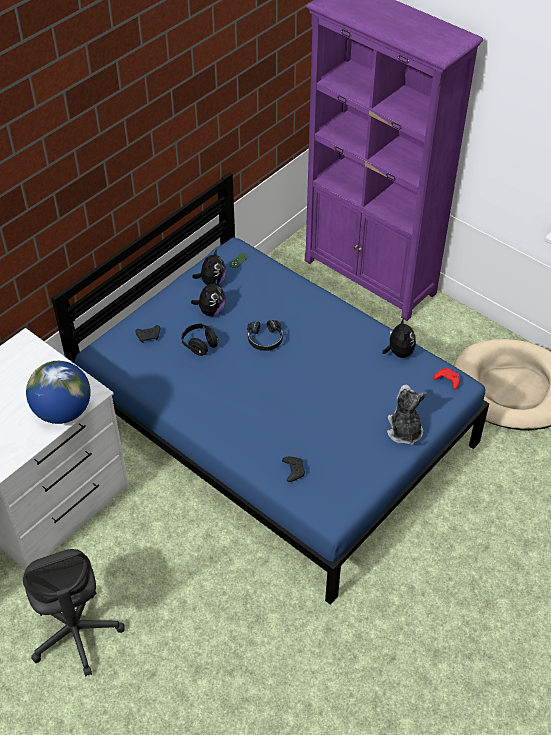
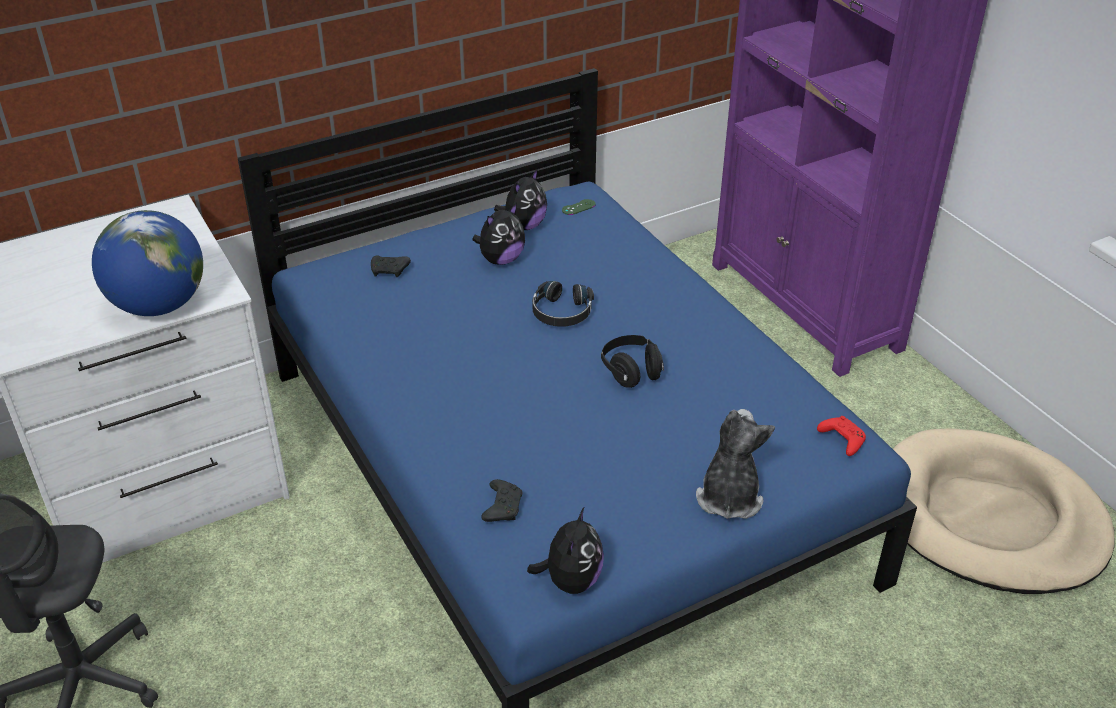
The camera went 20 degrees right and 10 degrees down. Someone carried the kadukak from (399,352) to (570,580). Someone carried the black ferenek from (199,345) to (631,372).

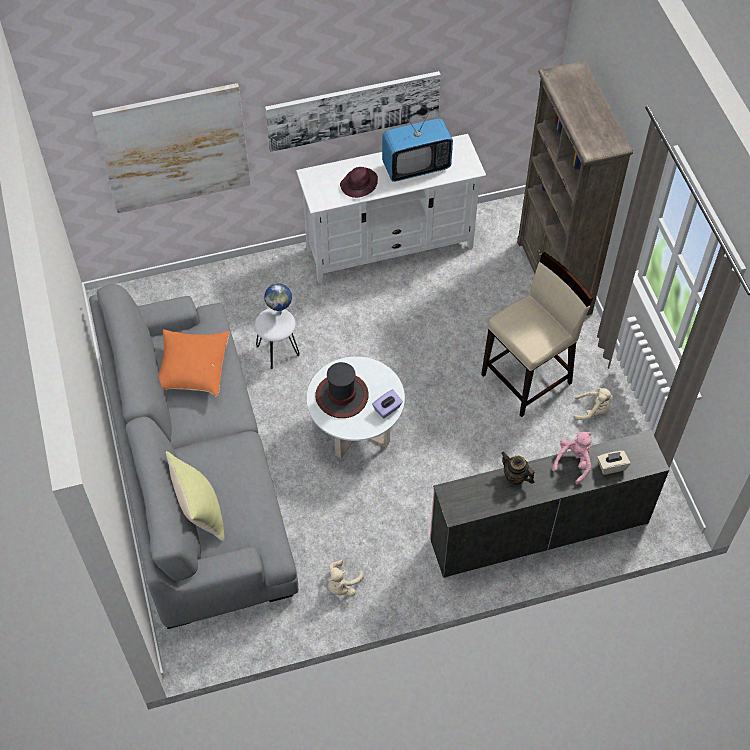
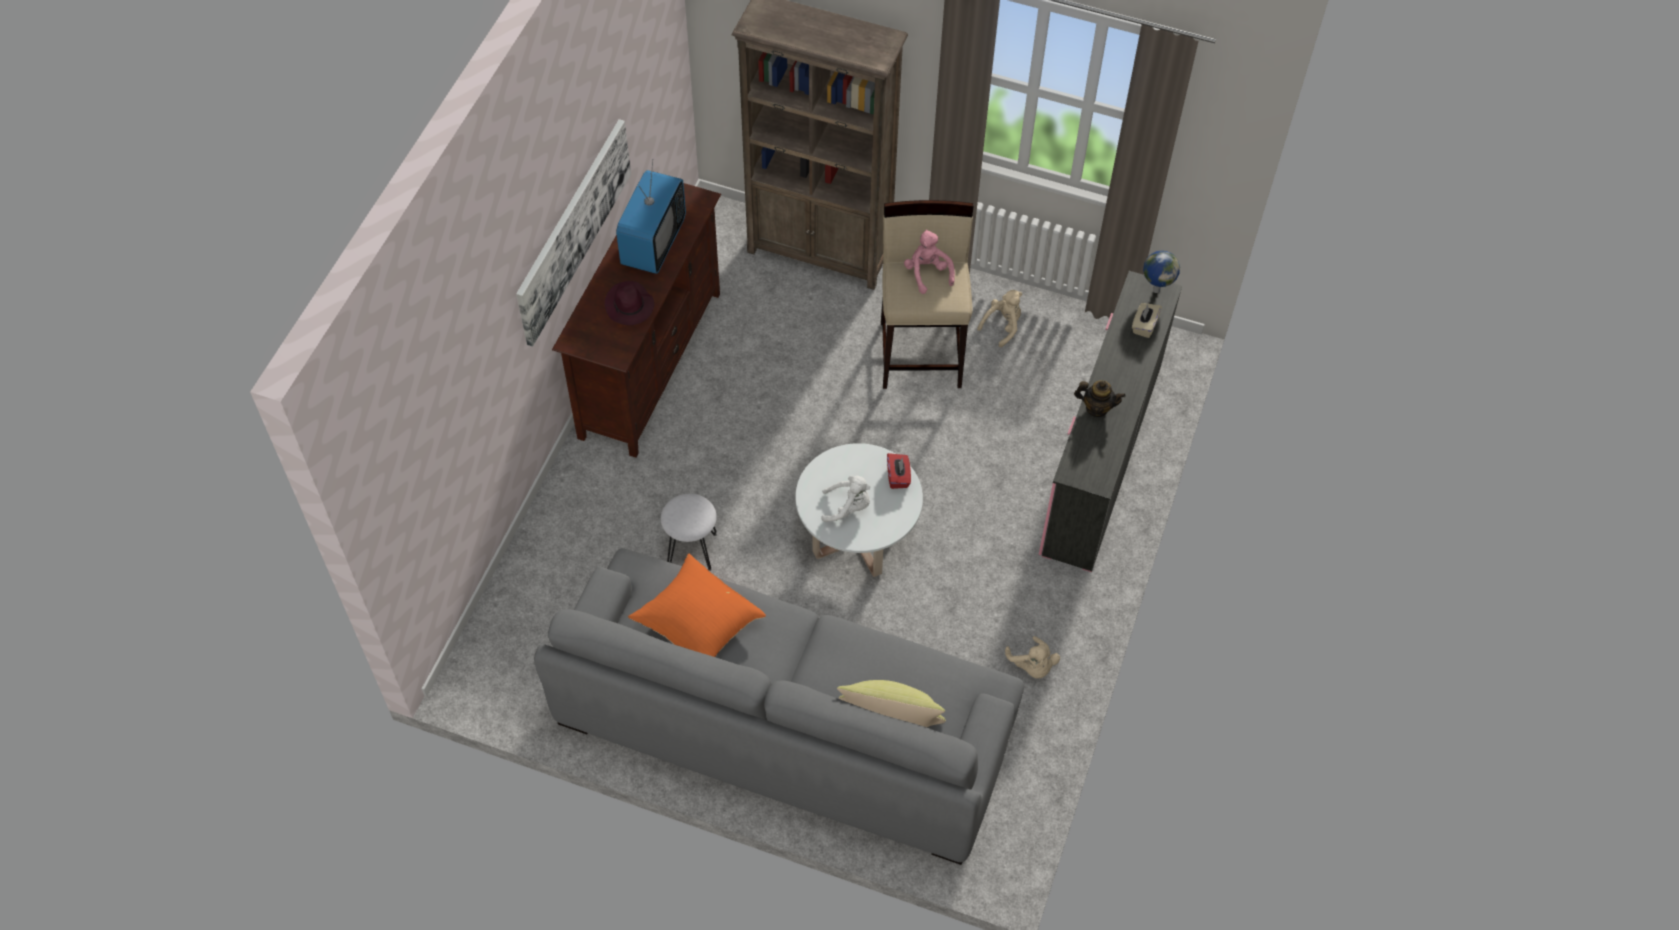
The camera went 55 degrees left and 0 degrees up. Someone took away the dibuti at (174,148). Someone repainted the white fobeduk at (390,247), which became the brown fobeduk at (649,363). Someone carried the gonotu from (280,312) to (1155,290). Someone swapped the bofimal at (342,396) for the white kadukak at (848,507). Someone repainted the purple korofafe at (387,409), which became the red korofafe at (898,477). Someone carried the pink kadukak from (573,462) to (927,273). Someone rotated the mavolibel at (515,477) by 150 degrees counterclockwise.

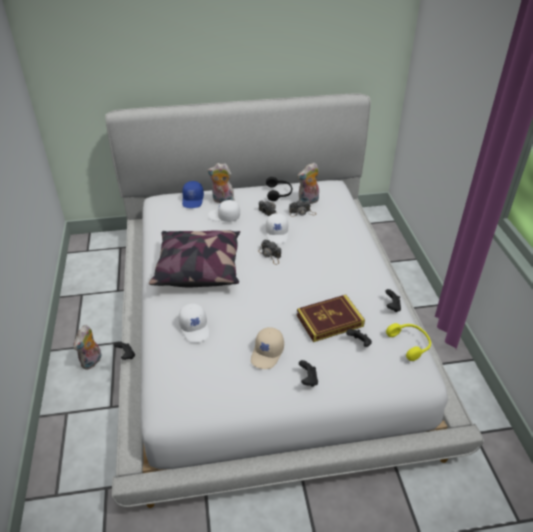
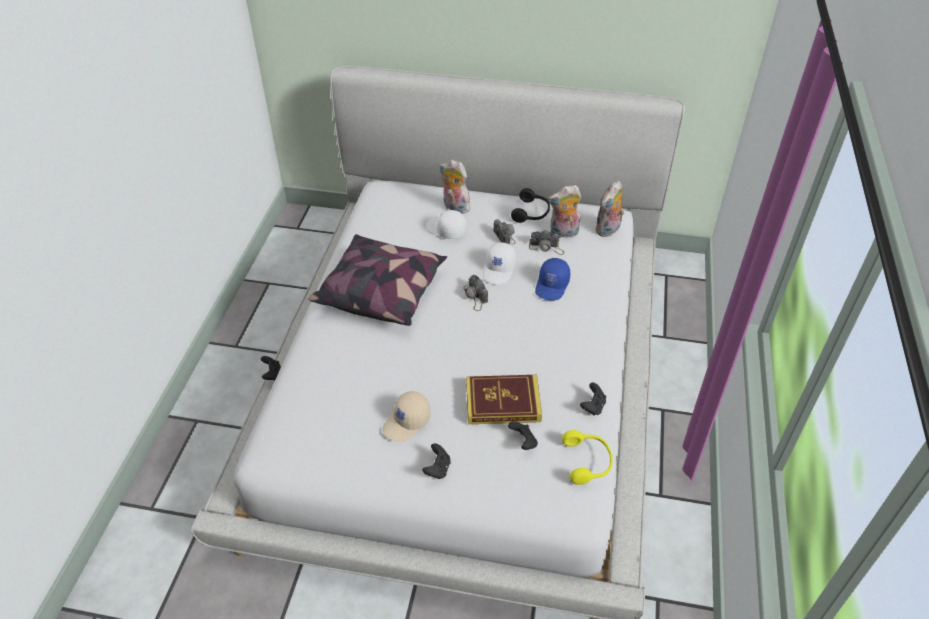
The camera went 20 degrees right and 5 degrees up. Someone carried the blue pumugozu from (193,200) to (552,286). Someone took away the white pumugozu at (195,328). Someone carried the kadukak from (92,362) to (608,230).

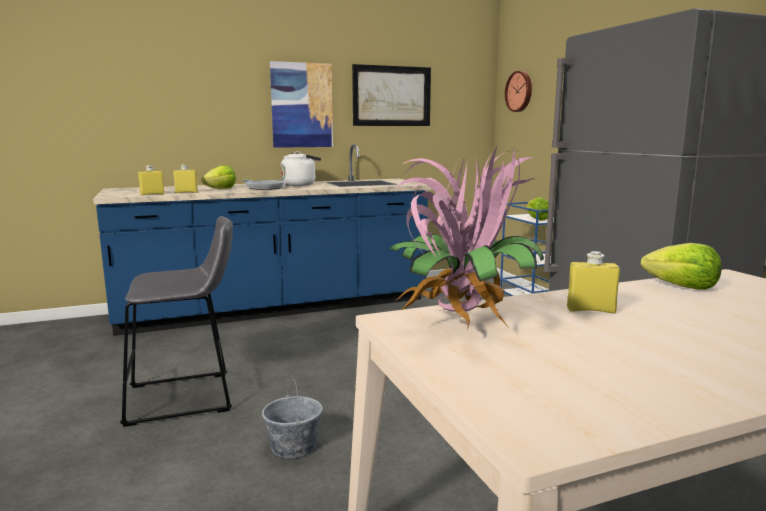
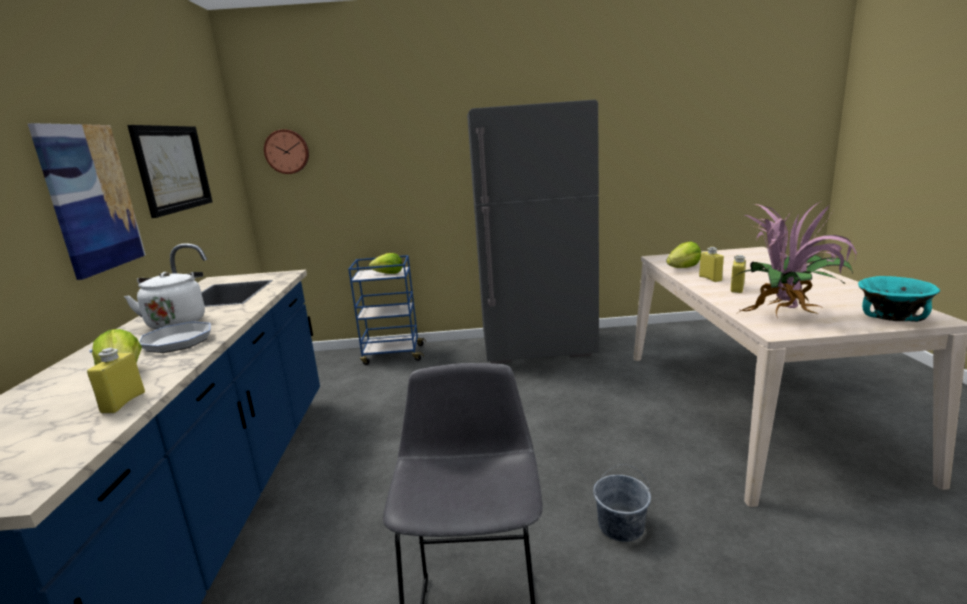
The camera went 70 degrees left and 5 degrees up. Someone carried the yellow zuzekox from (152,194) to (710,278). Someone put down the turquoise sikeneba at (891,317).

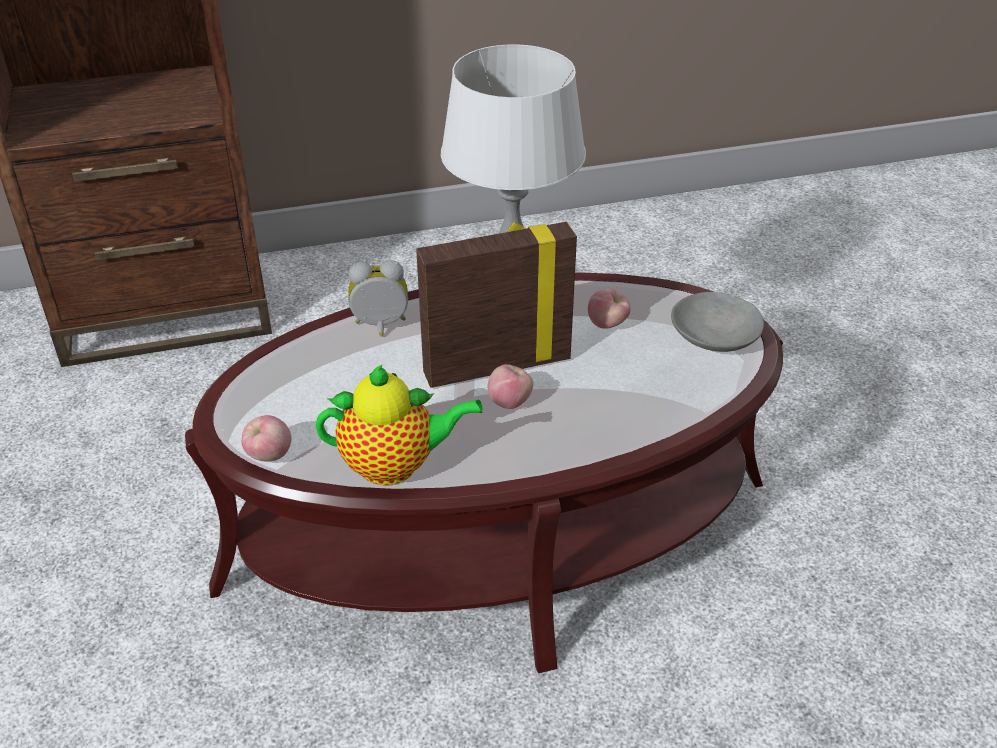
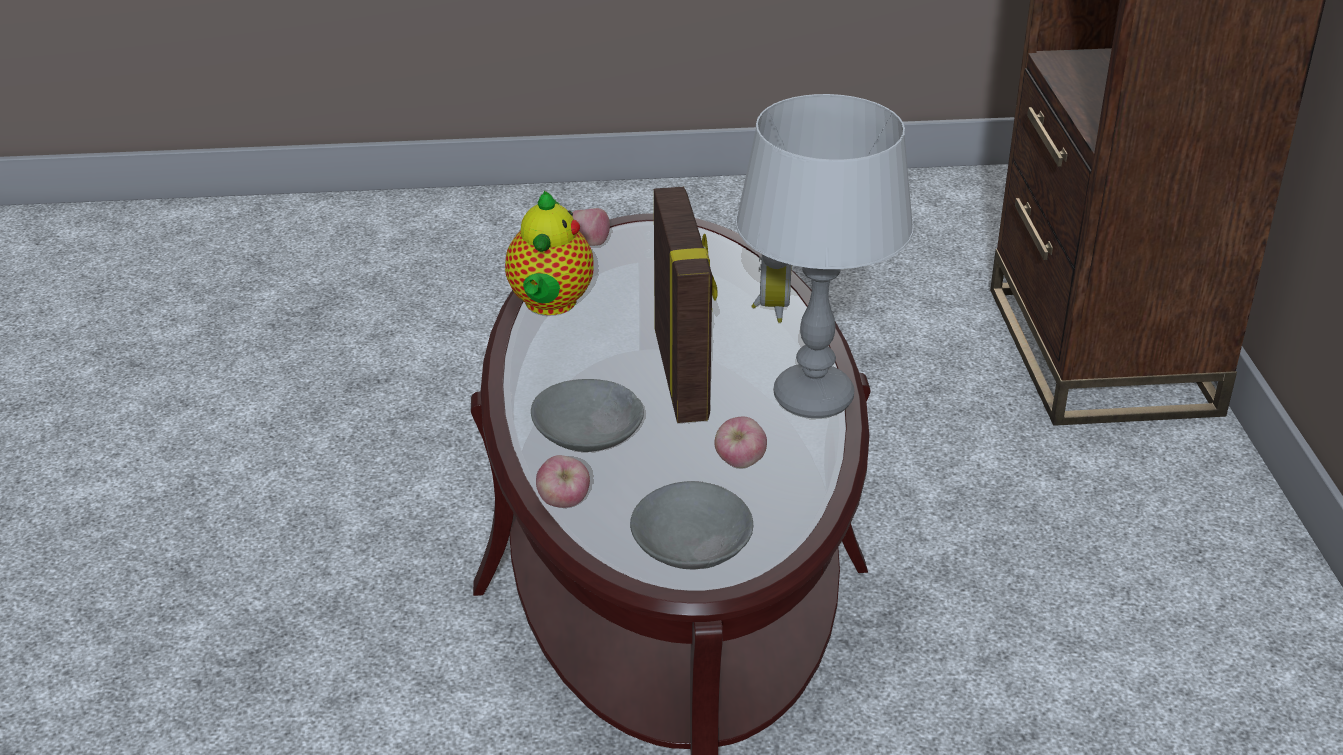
The camera went 100 degrees right and 5 degrees down. Someone carried the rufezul from (510,402) to (564,503). Someone put down the grey sikeneba at (589,434).

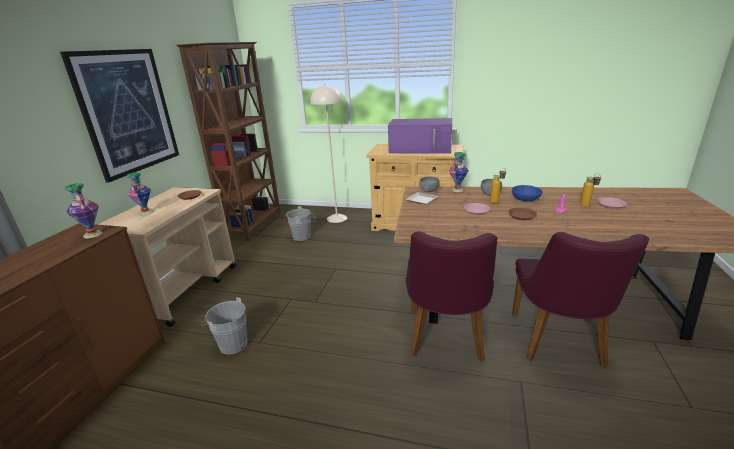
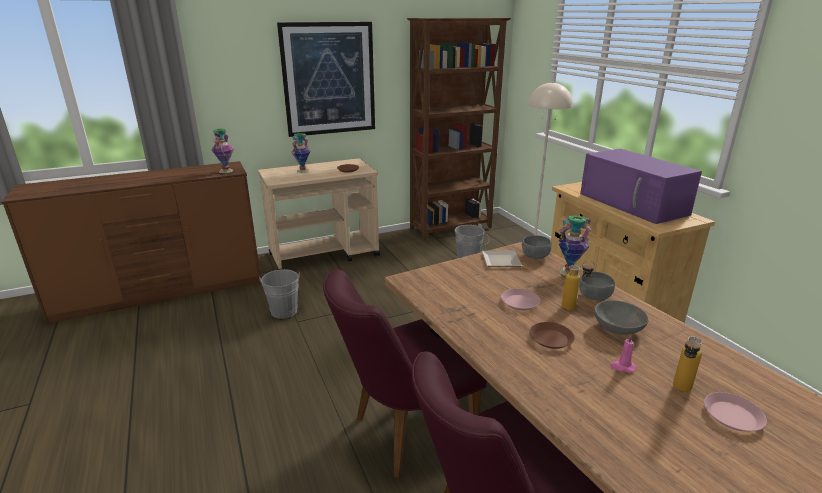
The camera went 50 degrees right and 0 degrees up. Someone repainted the blue sikeneba at (526,199), which became the grey sikeneba at (617,329).

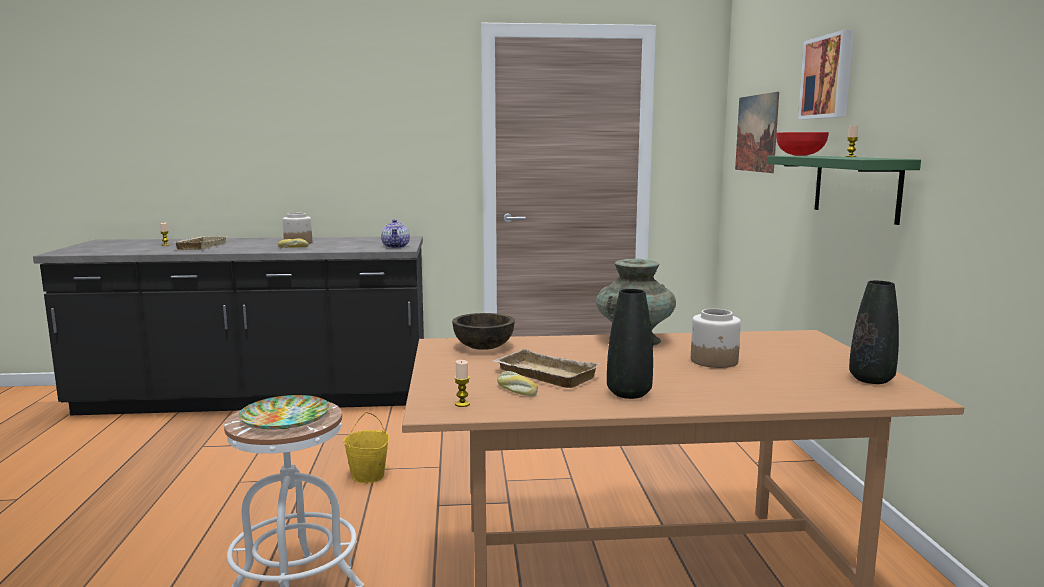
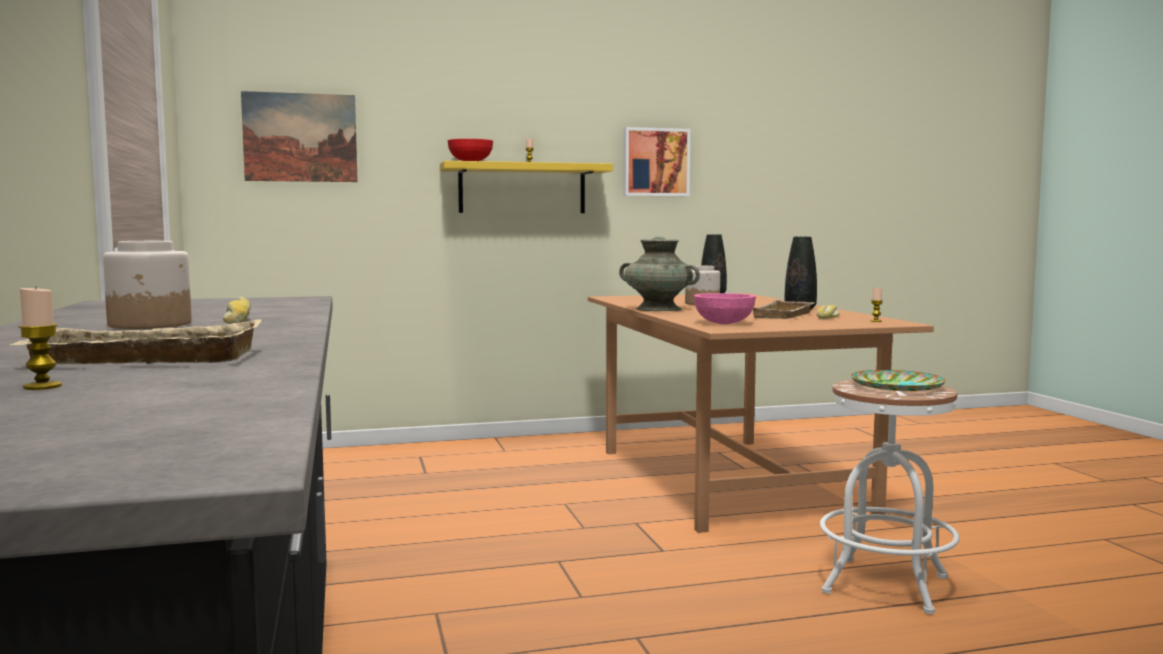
The camera went 100 degrees left and 5 degrees down. Someone carried the dibuti from (828,77) to (655,162). Someone repainted the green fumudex at (856,187), which became the yellow fumudex at (522,189). Someone took away the mavolibel at (396,247). Someone repainted the brown sikeneba at (484,347), which became the pink sikeneba at (723,323). Someone took away the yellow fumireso at (368,476).

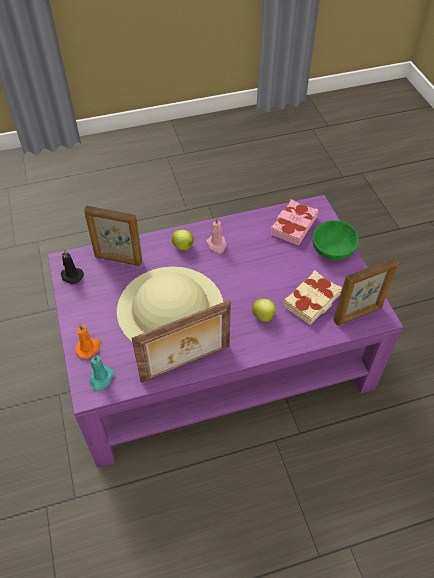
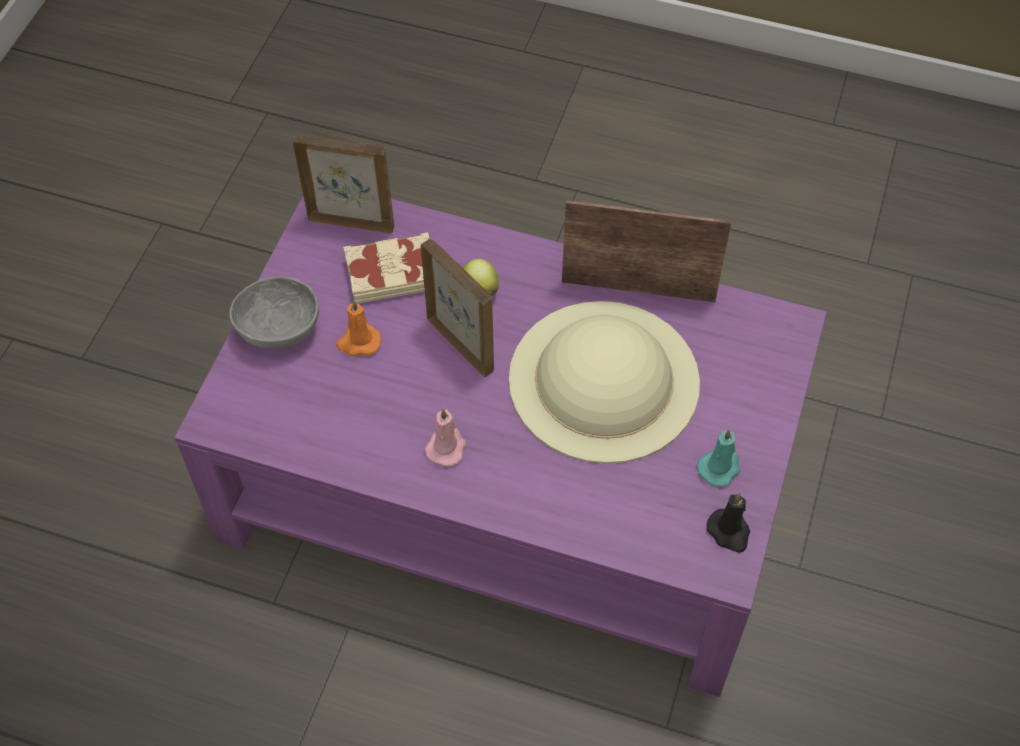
The camera went 145 degrees left and 5 degrees up. Someone took away the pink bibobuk at (293,225). Someone carried the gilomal from (118,259) to (461,344). Someone repainted the green sikeneba at (333,250), which became the grey sikeneba at (278,327). Someone took away the rufezul at (183,247). Someone carried the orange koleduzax from (89,348) to (358,343). Someone carried the turquoise koleduzax from (101,379) to (720,467).

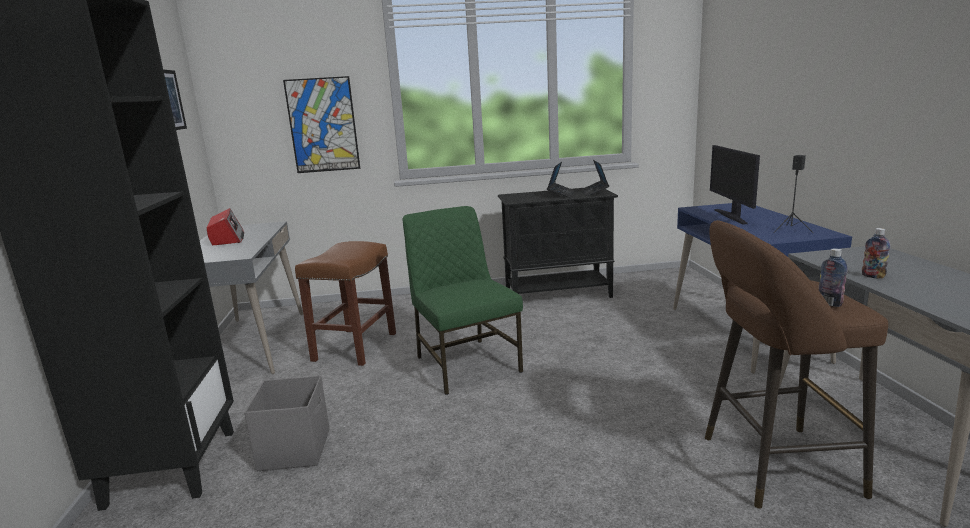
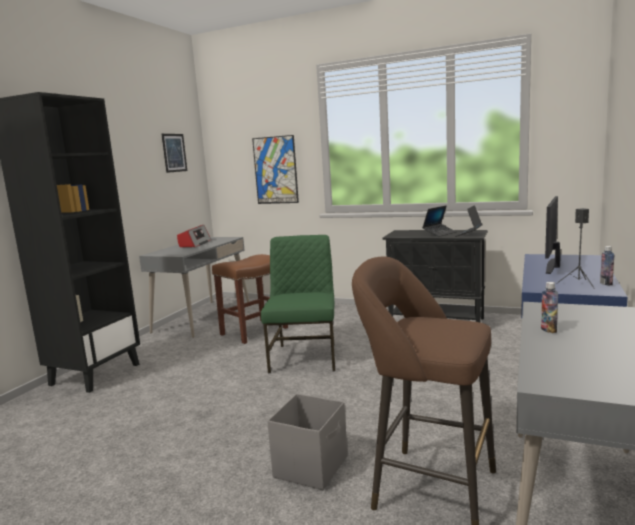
The camera went 30 degrees right and 5 degrees down. Someone carried the zuzekox from (829,303) to (606,283). Someone carried the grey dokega from (295,449) to (312,466).

